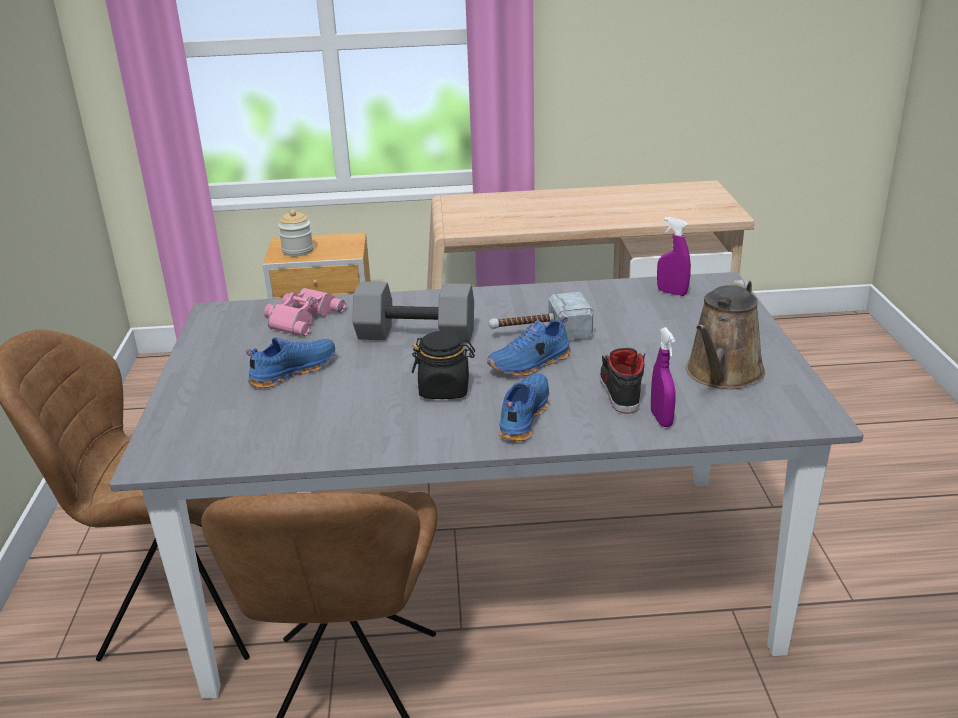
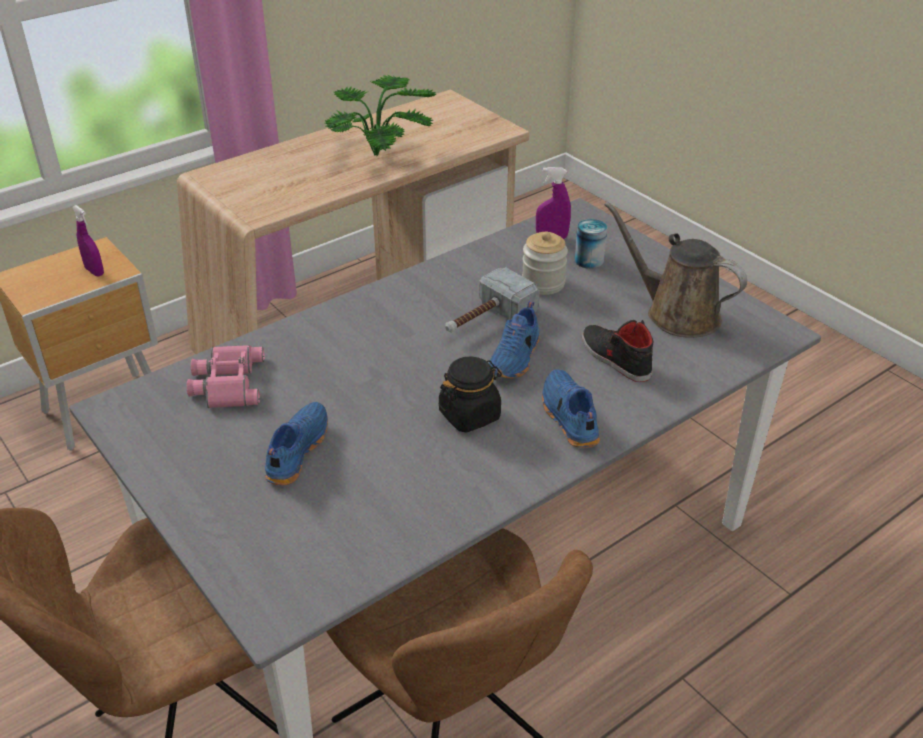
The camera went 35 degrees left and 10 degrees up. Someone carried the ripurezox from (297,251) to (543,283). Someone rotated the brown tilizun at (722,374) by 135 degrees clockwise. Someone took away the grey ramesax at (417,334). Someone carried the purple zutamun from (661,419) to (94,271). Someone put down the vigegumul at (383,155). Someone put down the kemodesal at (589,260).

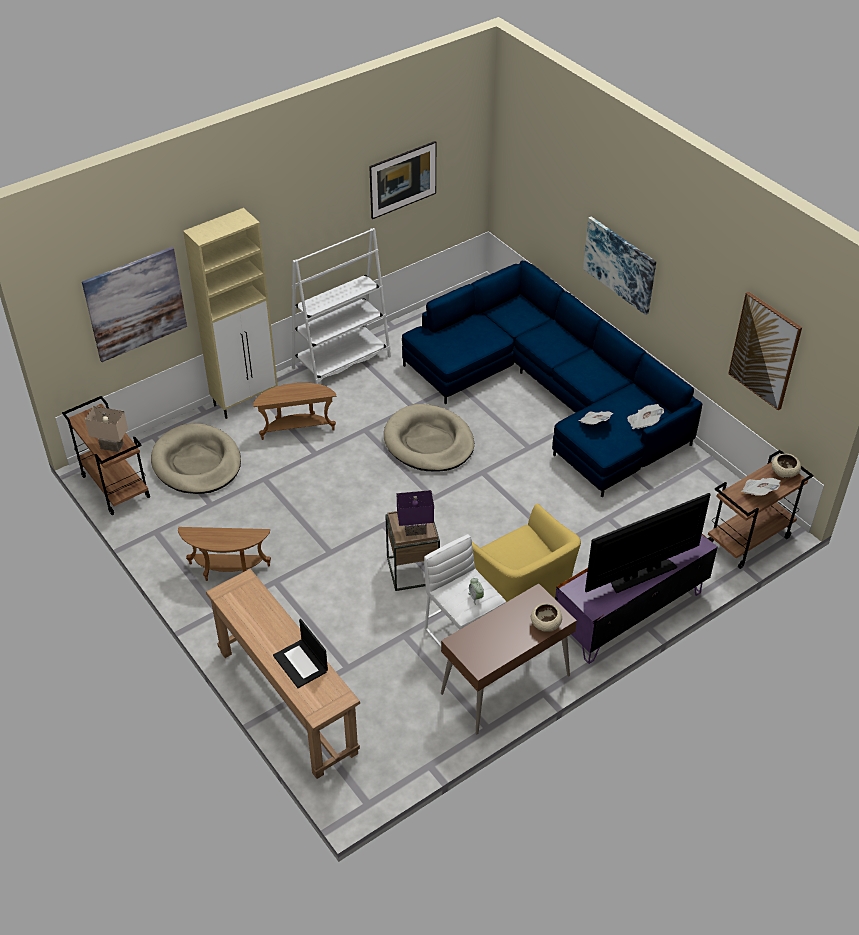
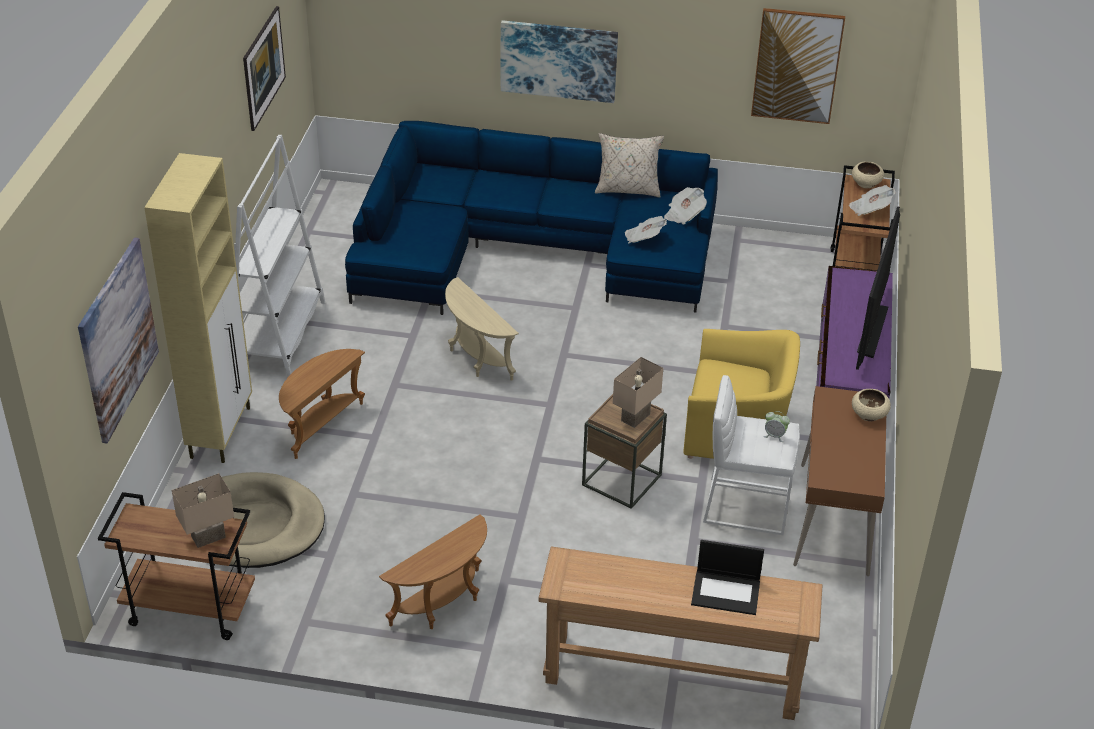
The camera went 45 degrees left and 5 degrees down. Someone swapped the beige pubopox at (429,442) for the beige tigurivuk at (475,358). Someone repainted the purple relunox at (415,529), which became the beige relunox at (634,416). Someone put down the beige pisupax at (627,189).

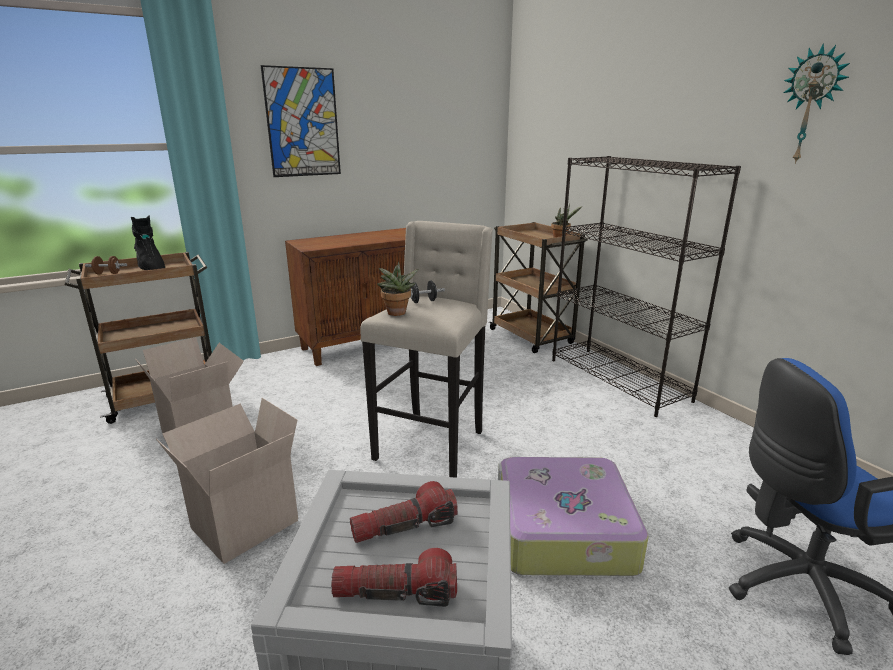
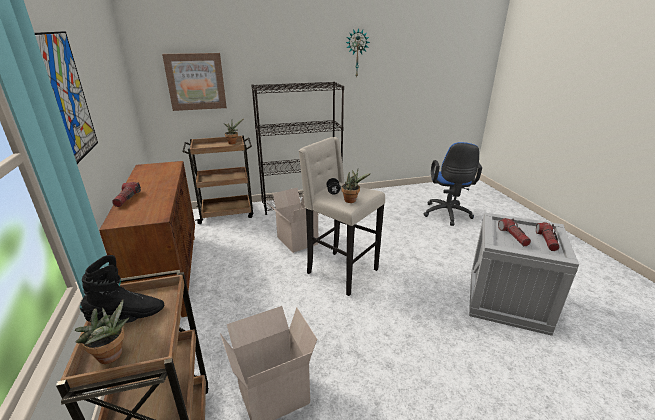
The camera went 75 degrees left and 5 degrees up. Someone swapped the brown ramesax at (108,274) for the vigegumul at (112,357). Someone carried the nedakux from (245,522) to (296,240). Someone took away the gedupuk at (561,531). Someone put up the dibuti at (196,81). Someone put down the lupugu at (127,199).

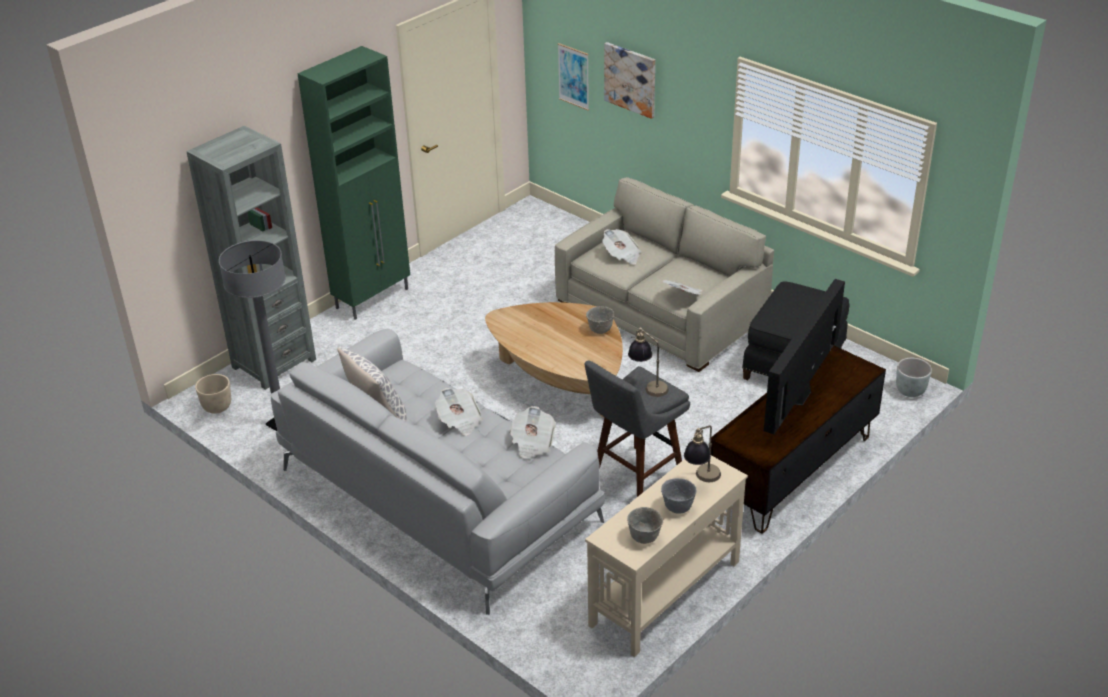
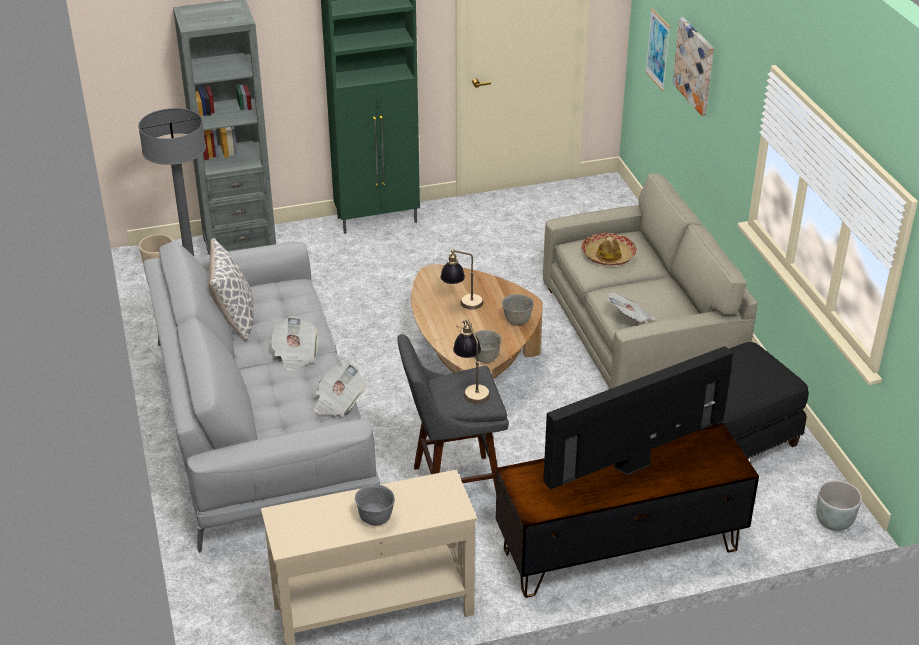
The camera went 30 degrees right and 0 degrees up. Someone swapped the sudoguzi at (622,255) for the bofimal at (608,255). Someone carried the relunox from (701,479) to (462,304). Someone carried the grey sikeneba from (645,537) to (486,358).

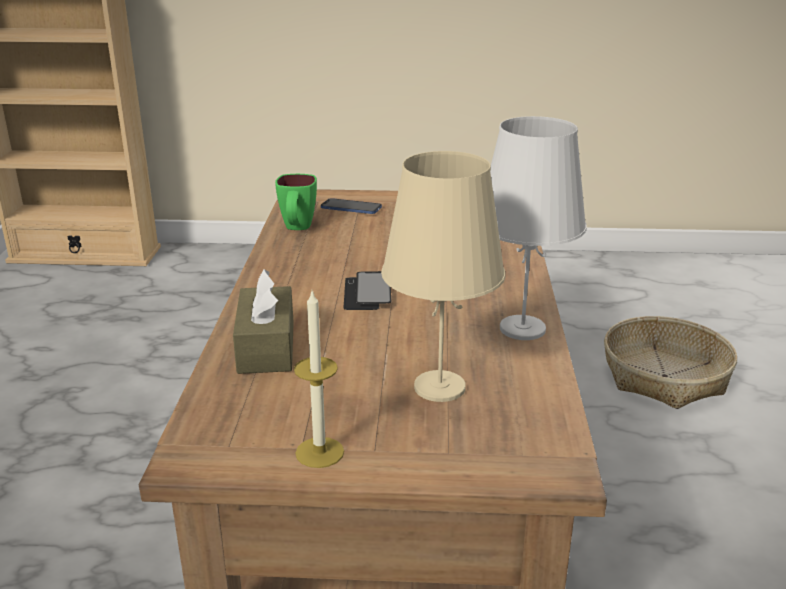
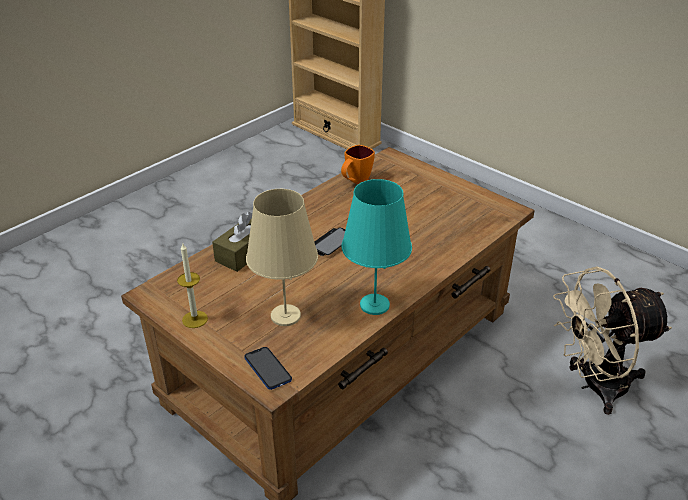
The camera went 40 degrees right and 10 degrees up. Someone repainted the white relunox at (523,329), which became the turquoise relunox at (374,305). Someone repainted the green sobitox at (297,229), which became the orange sobitox at (355,181). Someone carried the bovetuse from (351,208) to (268,369). Someone swapped the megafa at (665,376) for the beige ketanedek at (594,386).

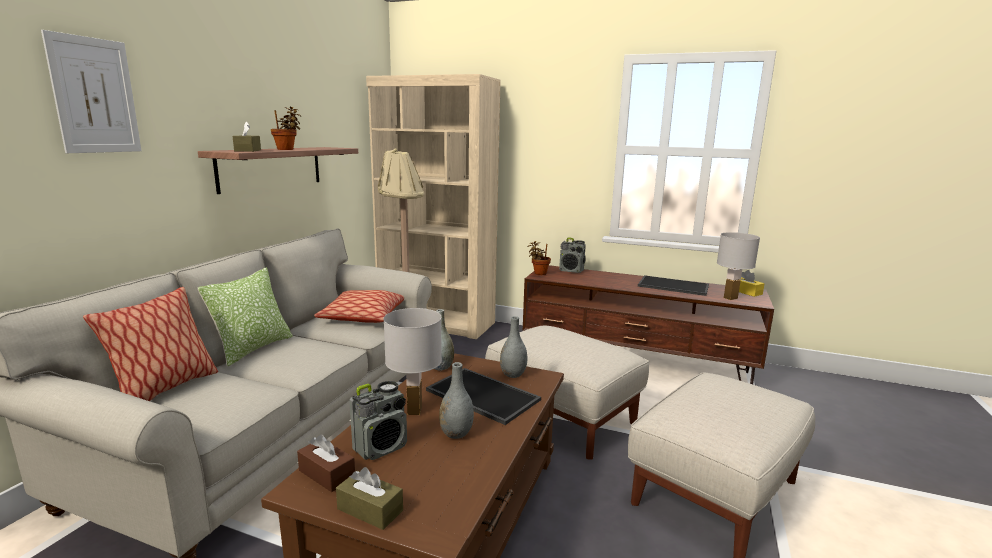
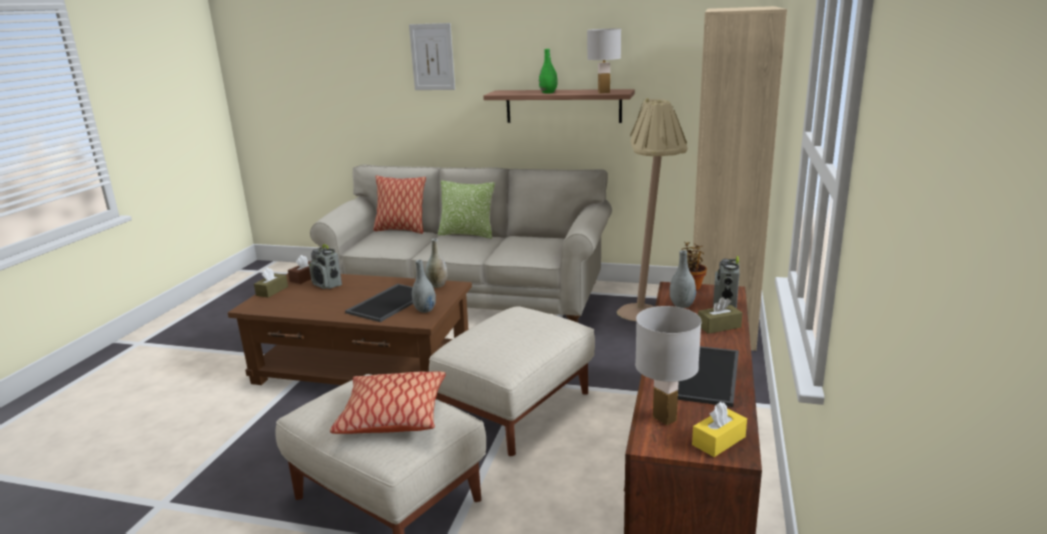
The camera went 85 degrees right and 5 degrees up. Someone swapped the vigegumul at (287,149) for the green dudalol at (548,92). Someone carried the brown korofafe from (248,150) to (719,326). Someone carried the pisupax from (362,317) to (392,415). Someone carried the white relunox from (415,410) to (603,92). Someone carried the grey dudalol from (456,434) to (682,305).

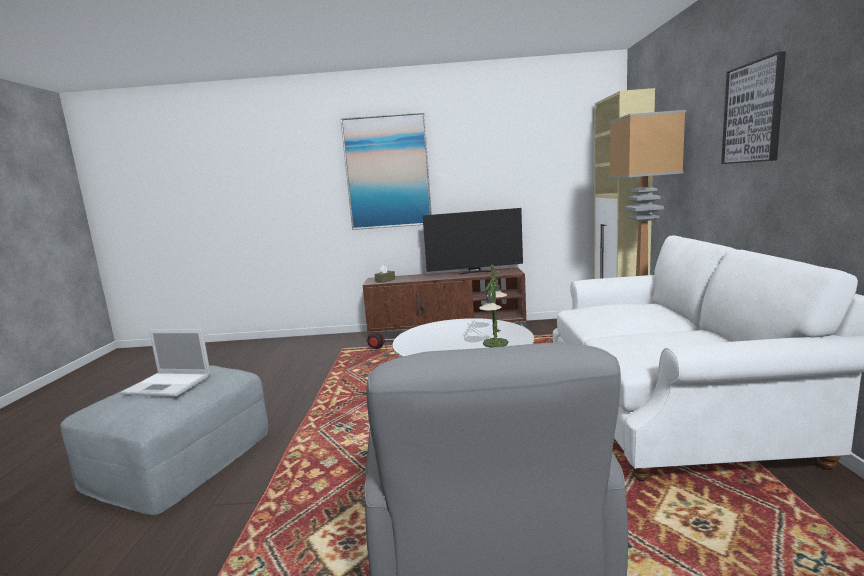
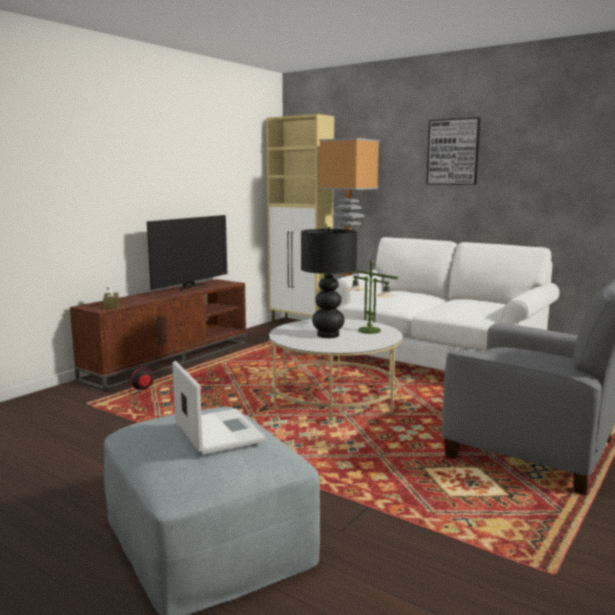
The camera went 55 degrees left and 0 degrees up. Someone took away the dibuti at (387,172). Someone rotated the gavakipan at (169,384) by 75 degrees counterclockwise. Someone put down the black relunox at (328,335).

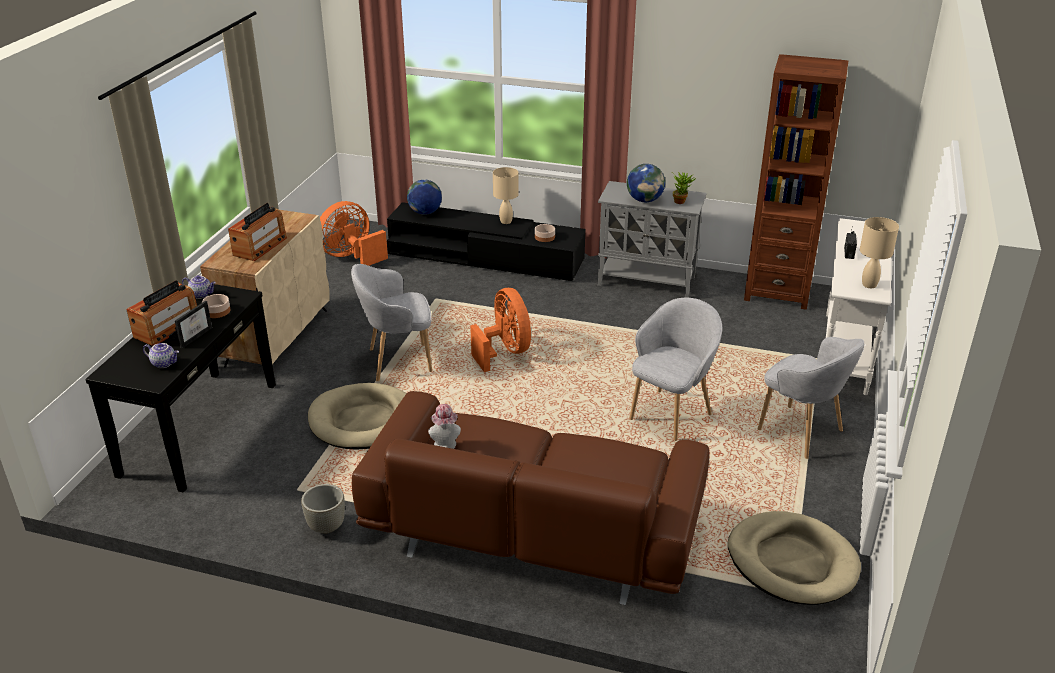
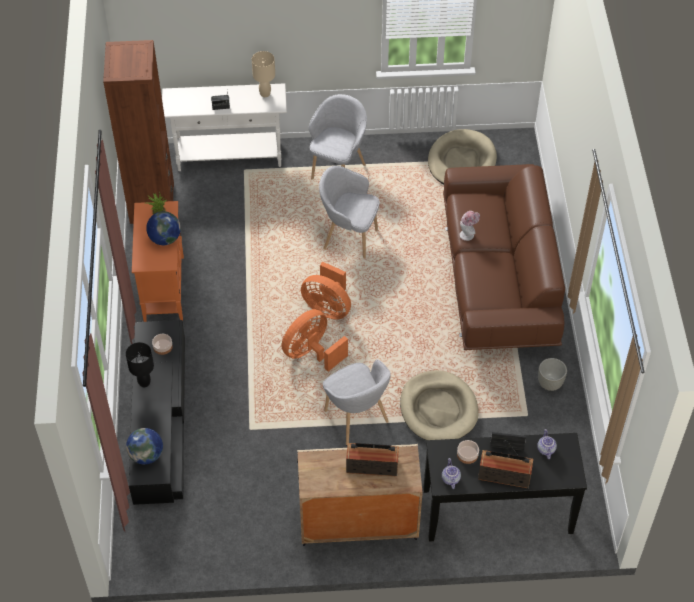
The camera went 110 degrees left and 20 degrees up. Someone repainted the beige relunox at (505,221), which became the black relunox at (144,383). Someone repainted the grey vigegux at (647,281), which became the orange vigegux at (164,288). Someone carried the orange ketanedek from (351,257) to (328,307). Someone carried the bofimal from (445,446) to (468,234).

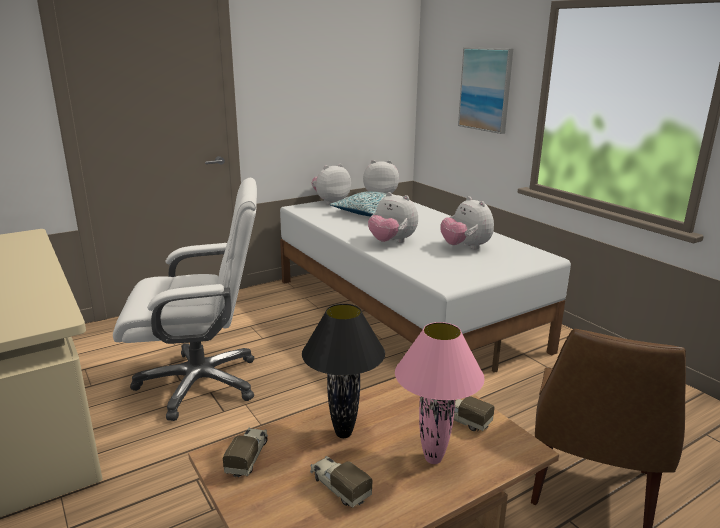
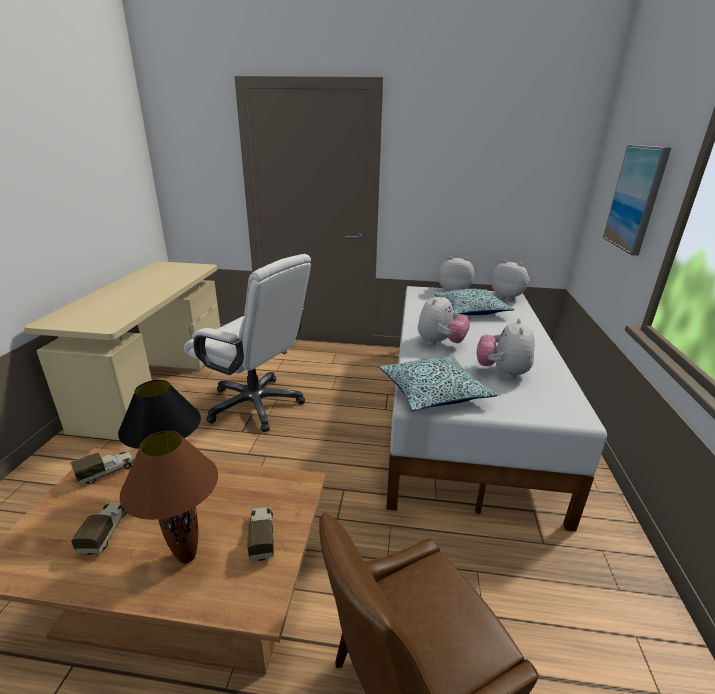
The camera went 40 degrees right and 5 degrees up. Someone rotated the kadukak at (392,242) by 135 degrees counterclockwise. Someone repainted the pink relunox at (434,458), which became the brown relunox at (188,557). Someone put down the pisupax at (433,392).

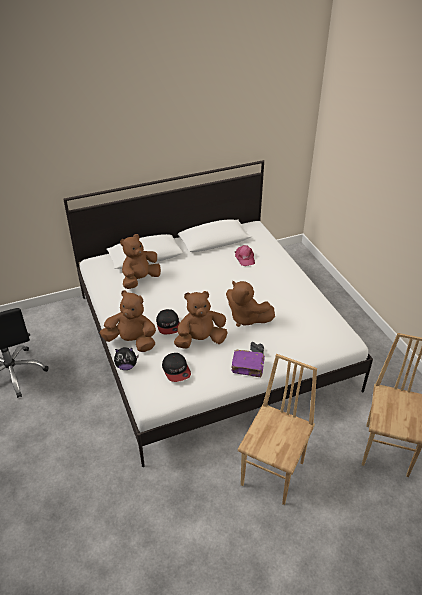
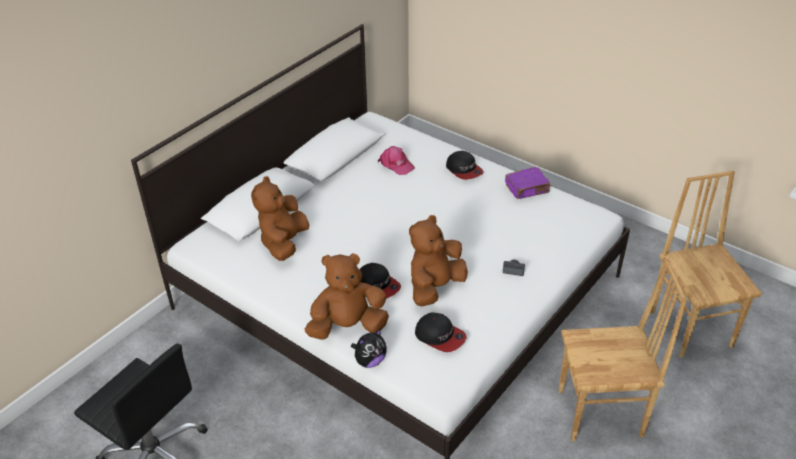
The camera went 30 degrees left and 0 degrees up. Someone took away the brown kadukak at (246,318). Someone carried the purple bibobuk from (248,368) to (527,189). Someone rotated the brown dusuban at (274,473) by 90 degrees clockwise. Someone put down the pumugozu at (464,170).

